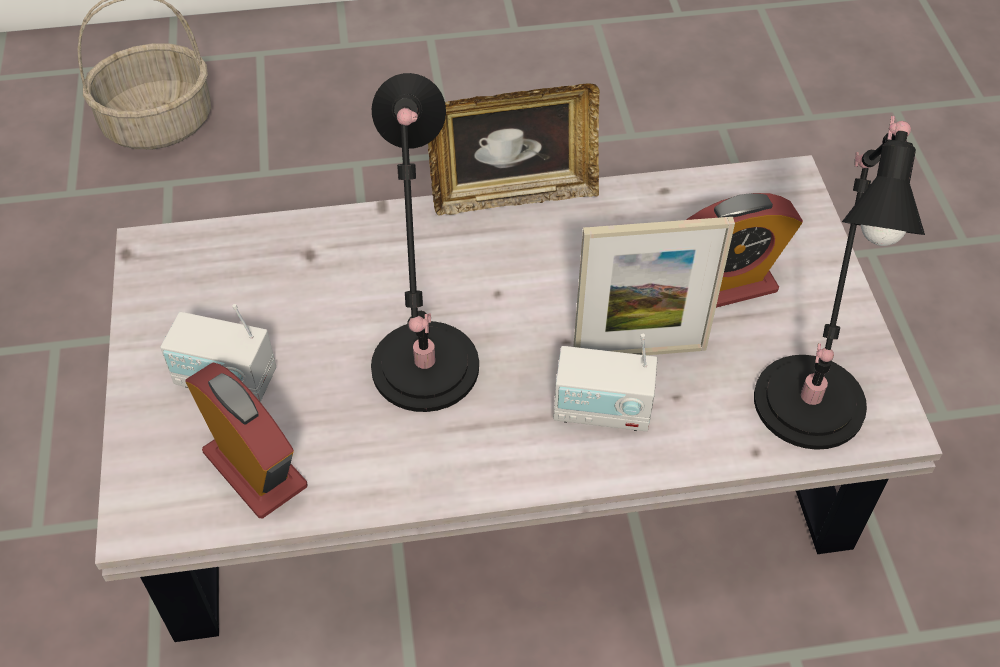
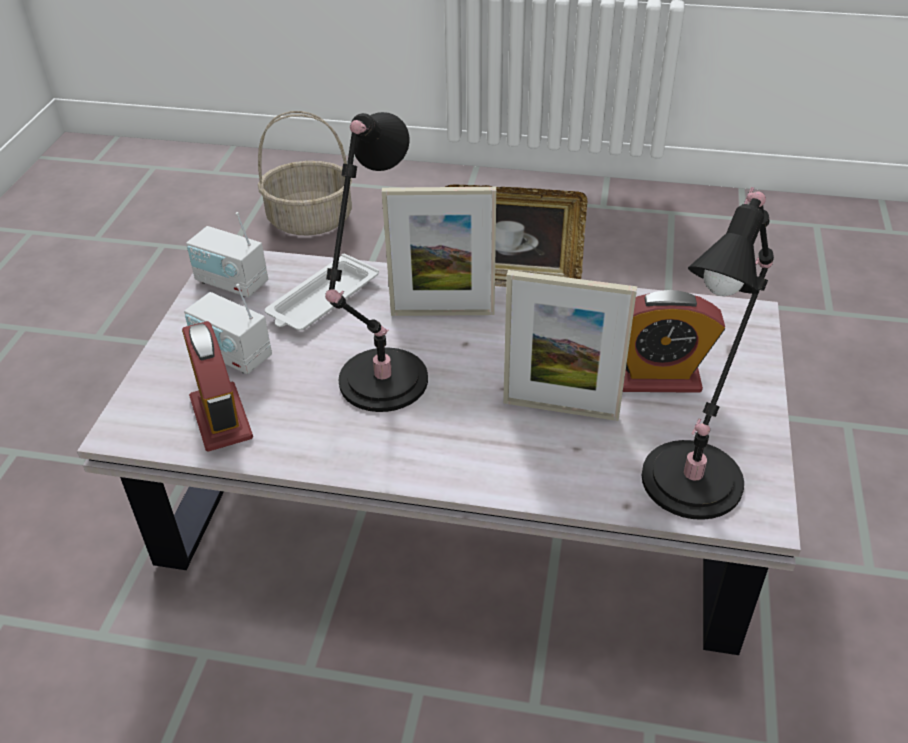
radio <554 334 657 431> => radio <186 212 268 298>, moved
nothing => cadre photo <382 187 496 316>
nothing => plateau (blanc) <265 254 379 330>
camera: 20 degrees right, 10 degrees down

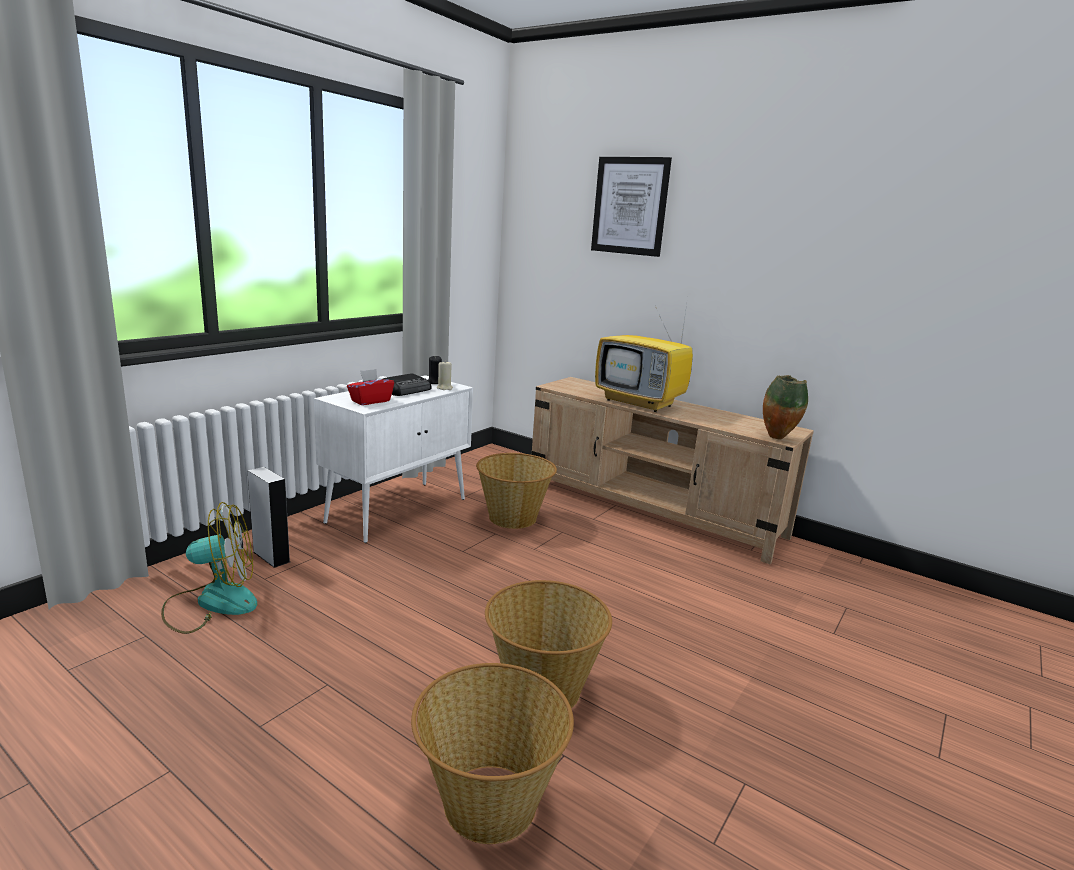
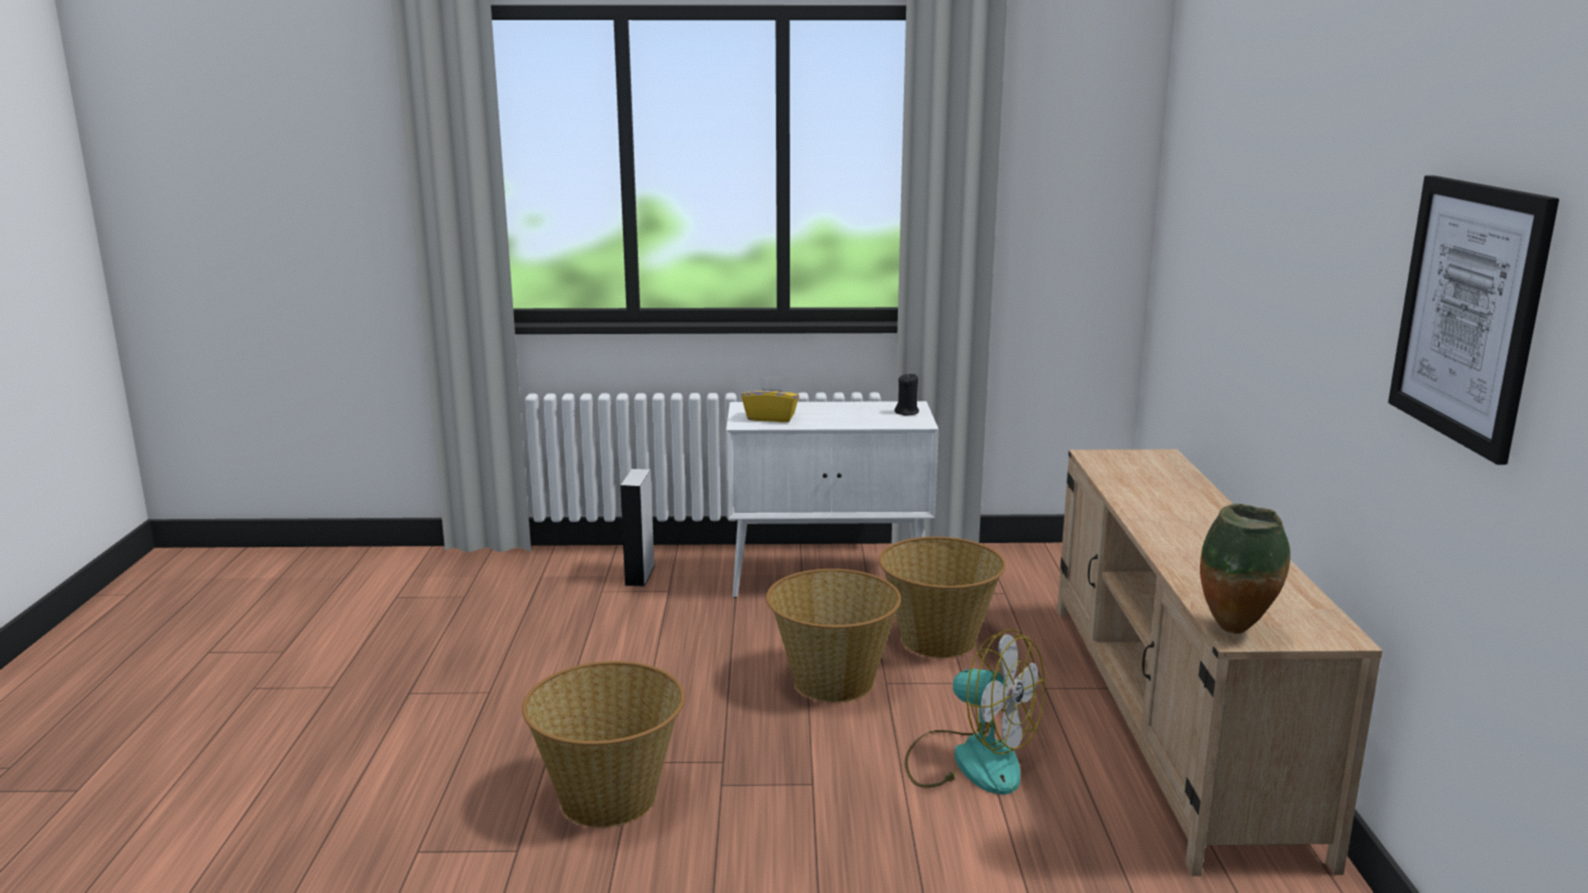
tableau <591 157 672 257> => tableau <1388 175 1559 465>, moved
téléviseur <595 304 693 412> => nothing
bougie (beige) <437 360 453 390> => nothing
boîte à mouchoirs (rouge) <347 369 394 405> => boîte à mouchoirs (jaune) <741 376 799 422>
radio <383 373 431 396> => nothing
ventilateur <161 502 257 634> => ventilateur <905 629 1045 795>, moved
panier <411 663 574 844> => panier <766 569 901 702>, moved
camera: 55 degrees right, 0 degrees up

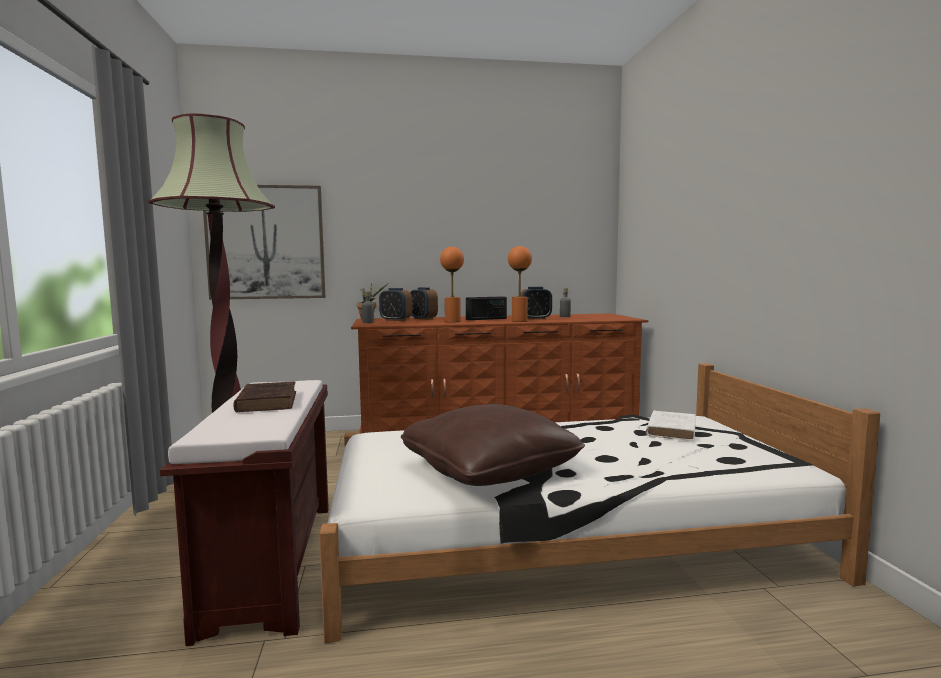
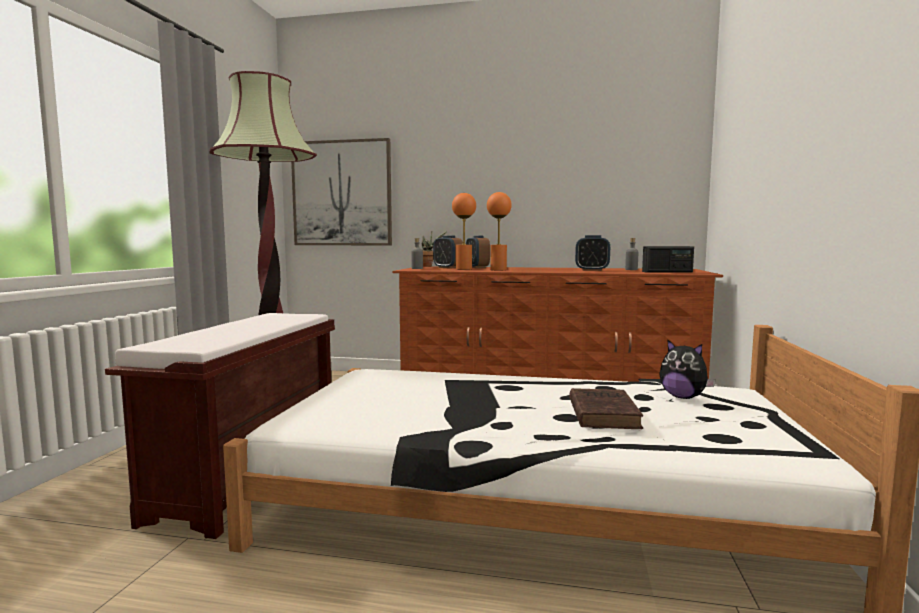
lampe de table (orange) <508 246 532 322> => lampe de table (orange) <452 193 476 270>, moved
radio <466 296 507 320> => radio <642 246 694 272>, moved
livre (marron) <234 381 296 412> => livre (marron) <570 388 643 429>, moved
coussin (marron) <401 404 585 486> => nothing
livre (blanc) <646 411 696 441> => peluche <659 340 716 399>
camera: 20 degrees right, 0 degrees up

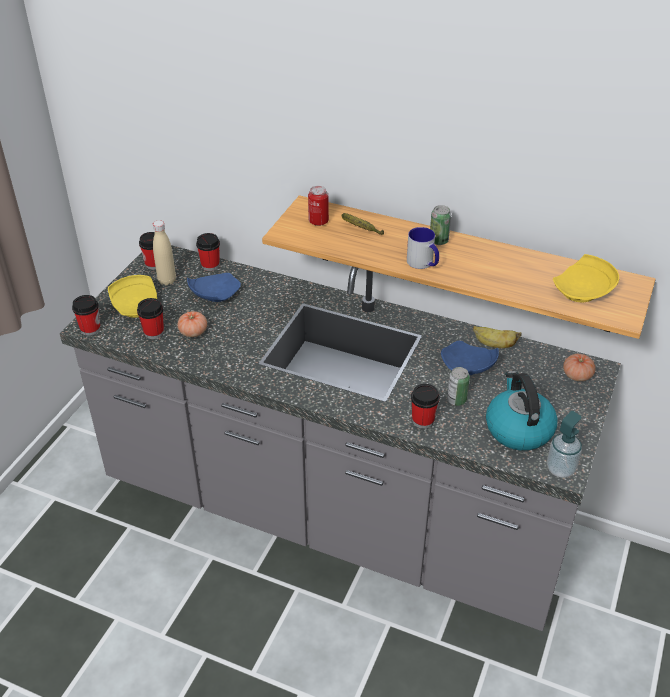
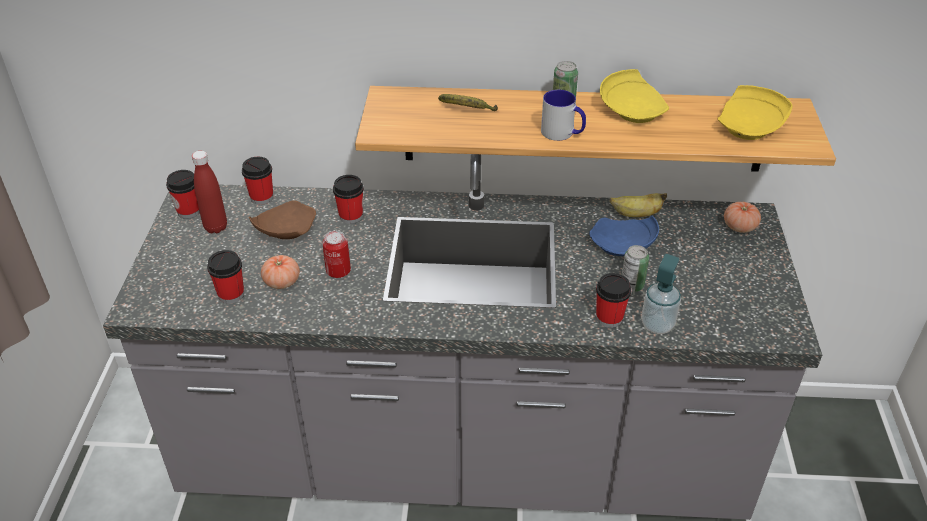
boîte métallique <308 186 329 226> => boîte métallique <322 231 351 278>, moved
bouteille (beige) <153 220 176 285> => bouteille (rouge) <192 151 227 233>
assiette (bleu) <187 273 241 302> => assiette (marron) <249 200 316 239>
assiette (jaune) <108 275 157 318> => assiette (jaune) <600 69 669 123>, moved
tasse <72 295 101 336> => tasse <333 175 364 224>, moved
bouilloire <486 371 558 451> => nothing
distributeur de savon <547 411 582 478> => distributeur de savon <641 254 681 334>, moved
camera: 20 degrees left, 0 degrees up

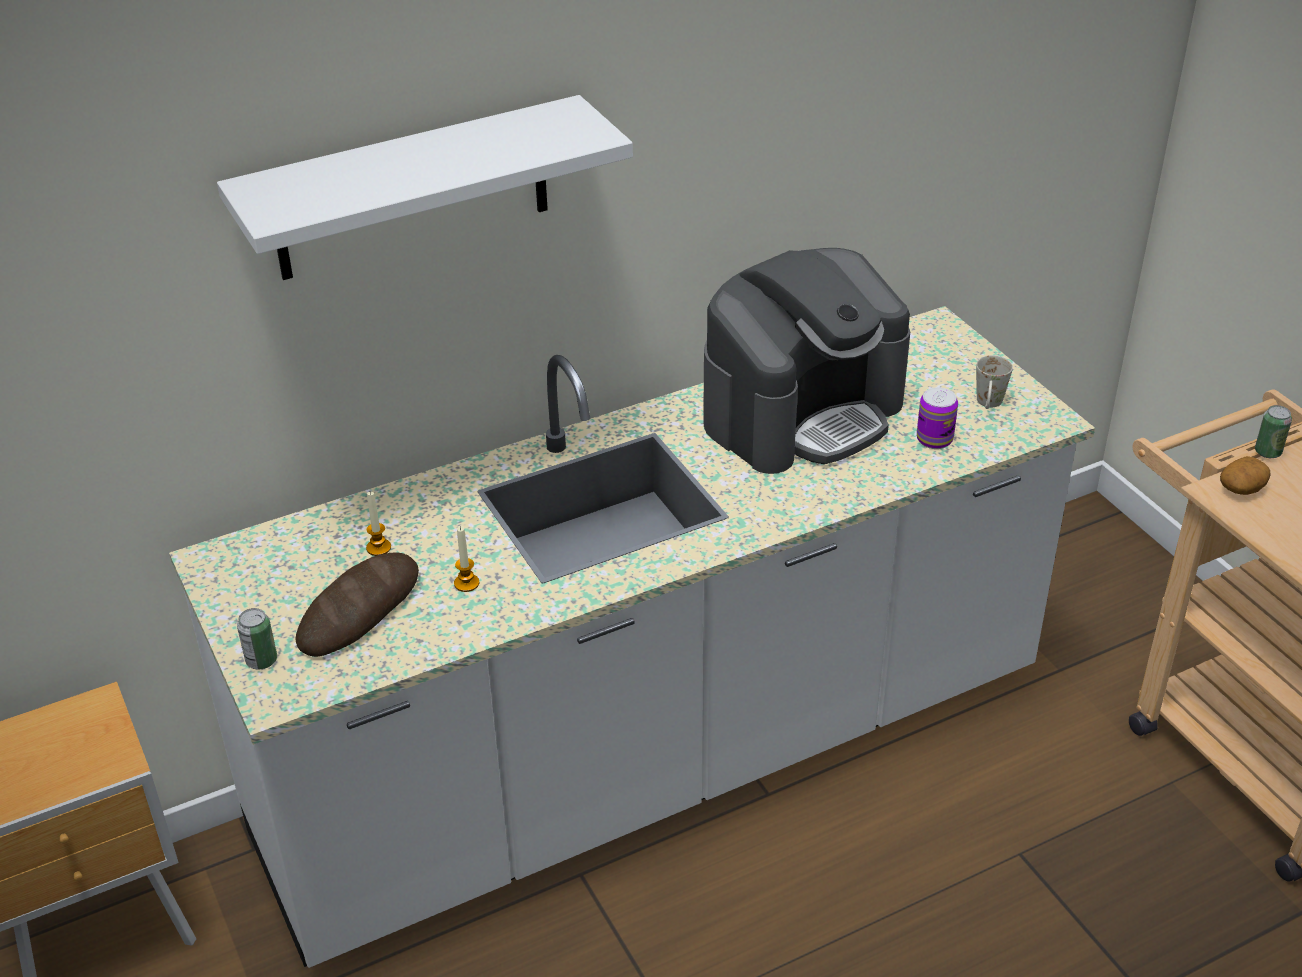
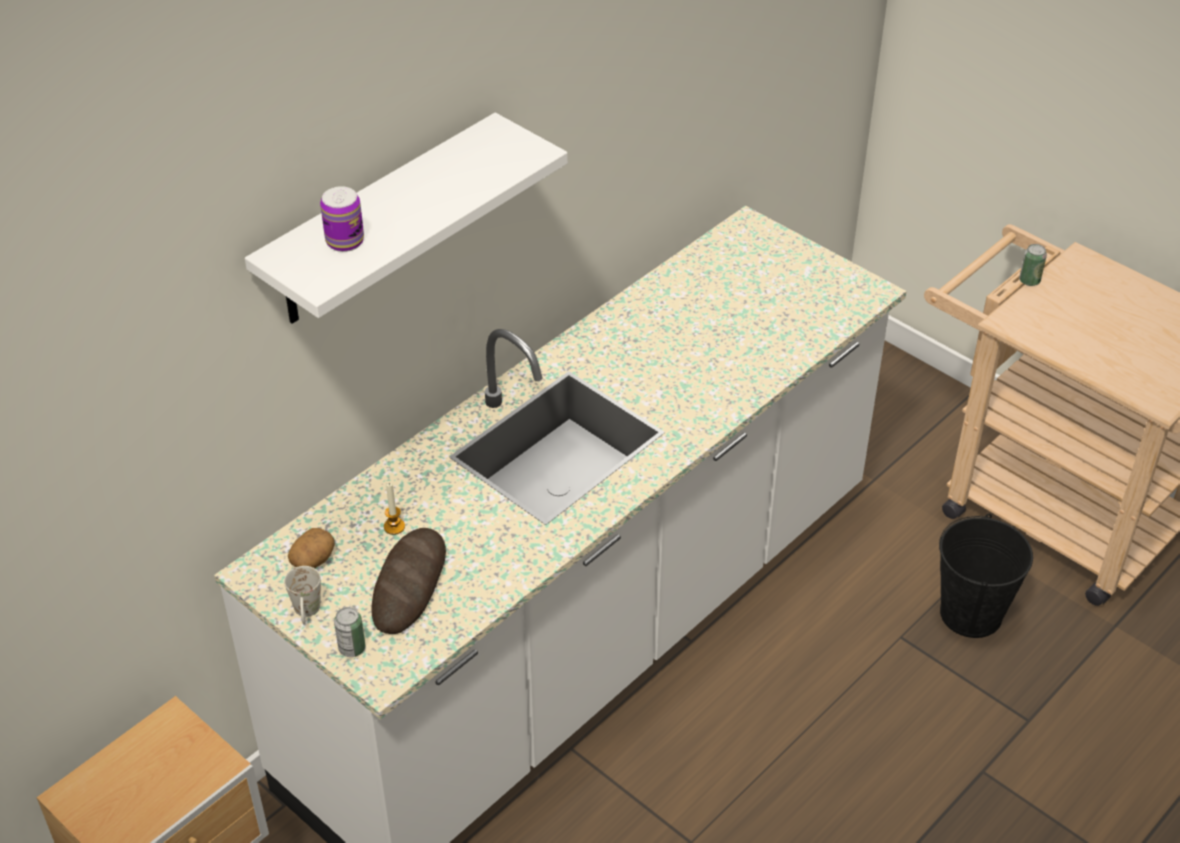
machine à café <703 248 910 474> => nothing
mug (blanc) <976 355 1013 409> => mug (blanc) <284 566 321 624>, moved
boîte métallique <917 387 958 449> => boîte métallique <320 186 364 252>, moved
pomme de terre <1220 456 1271 495> => pomme de terre <288 528 335 568>, moved
bougie <454 526 479 592> => nothing
nothing => seau (noir) <939 514 1033 638>
camera: 20 degrees left, 5 degrees up

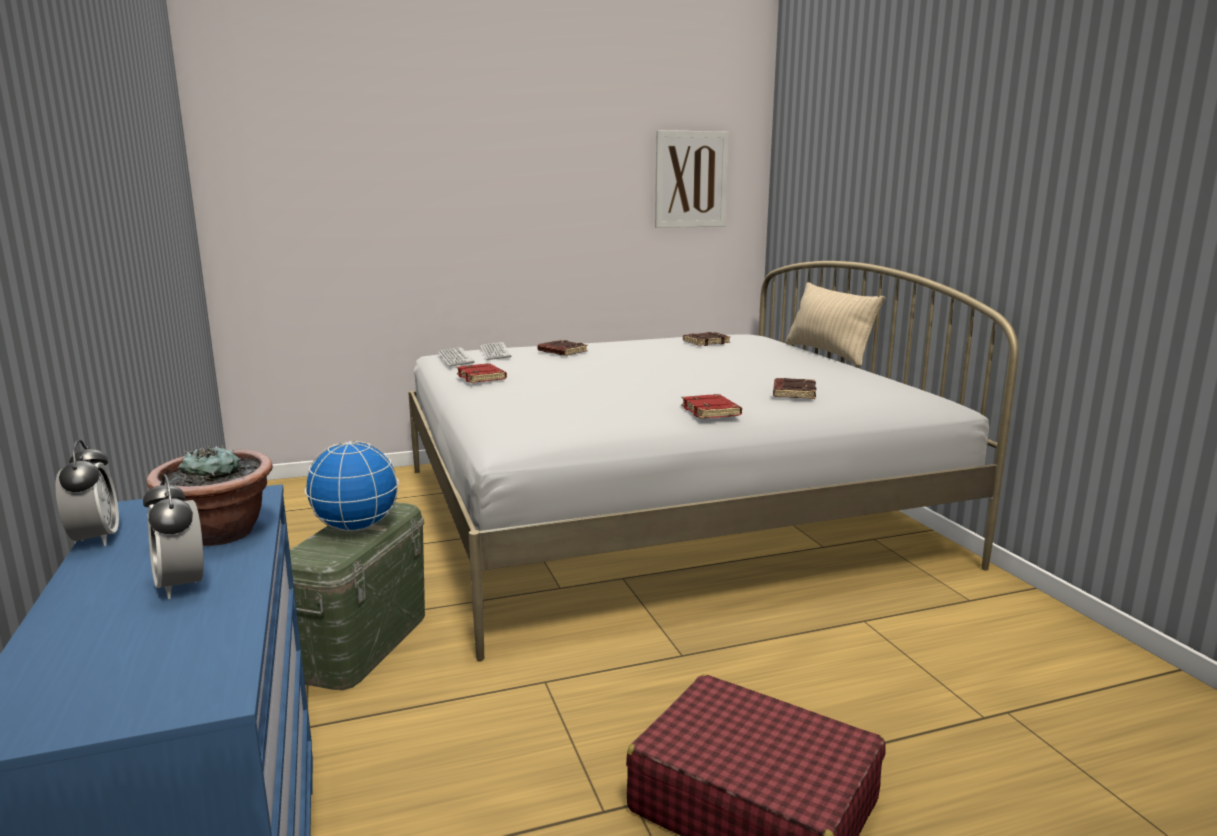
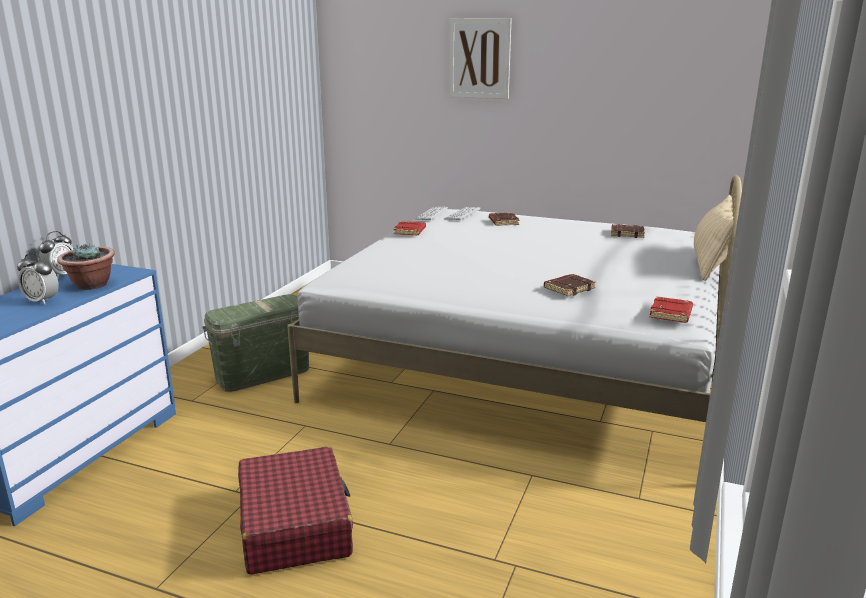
tableau <655 130 729 228> => tableau <449 18 512 99>, moved
livre (rouge) <681 394 742 419> => livre (rouge) <650 296 693 323>, moved
globe <305 441 399 531> => nothing
réveil <143 474 204 599> => réveil <17 253 59 304>, 75 degrees counterclockwise
camera: 40 degrees right, 5 degrees up

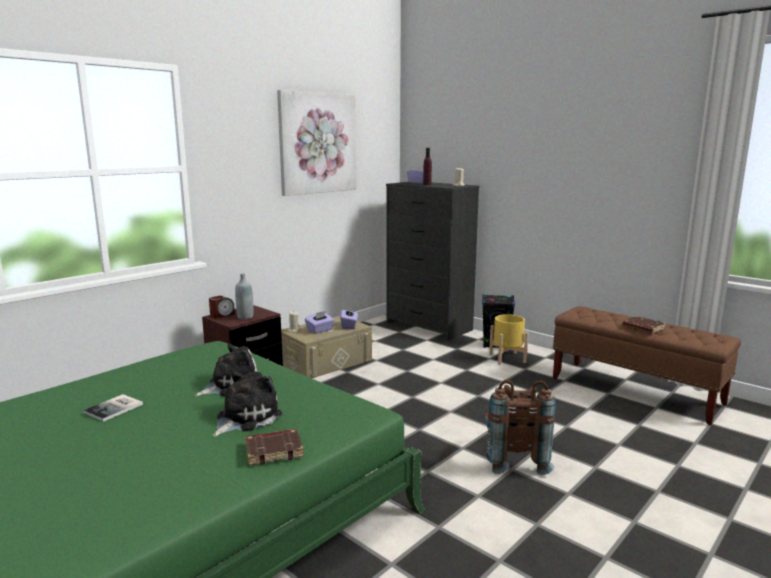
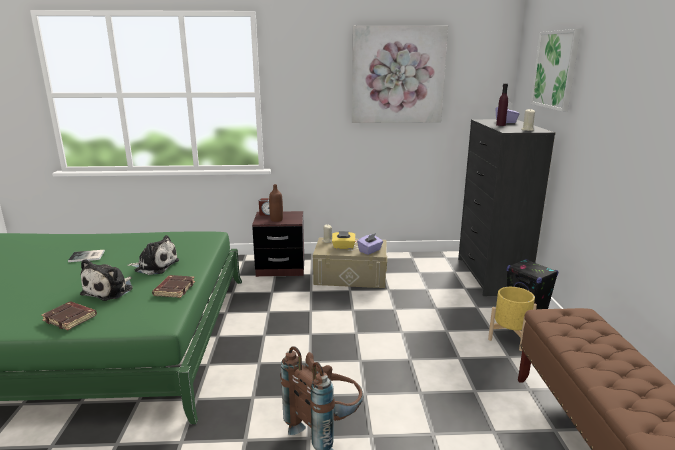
bouteille (gris) <235 273 254 319> => bouteille (marron) <269 184 283 222>
boîte à mouchoirs (violet) <305 311 335 334> => boîte à mouchoirs (jaune) <332 231 356 249>
livre (marron) <623 316 666 333> => livre (marron) <152 275 195 298>, moved
peluche <213 371 282 437> => peluche <80 259 133 301>, 120 degrees clockwise
nothing => tableau <530 29 581 112>
camera: 45 degrees right, 5 degrees up

